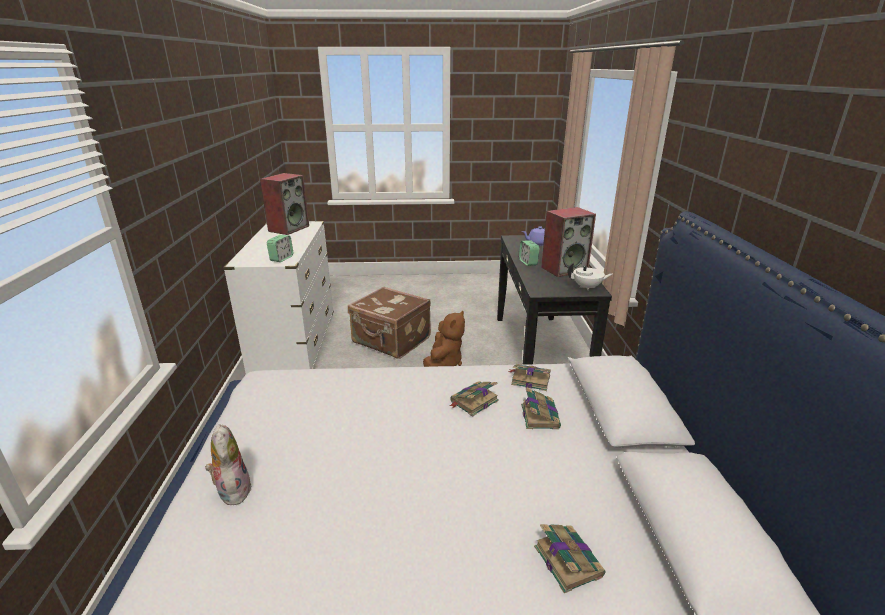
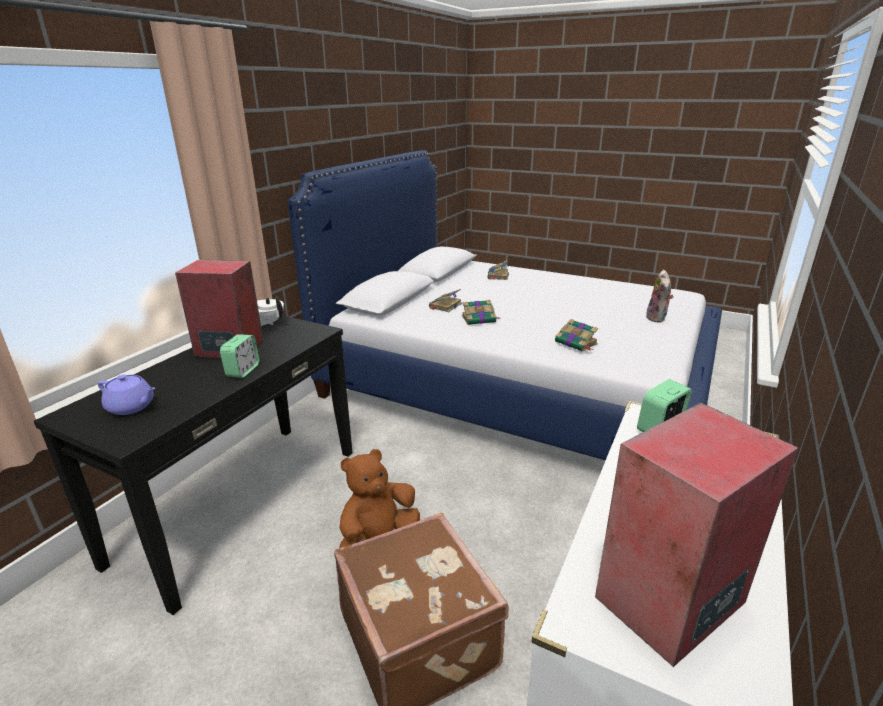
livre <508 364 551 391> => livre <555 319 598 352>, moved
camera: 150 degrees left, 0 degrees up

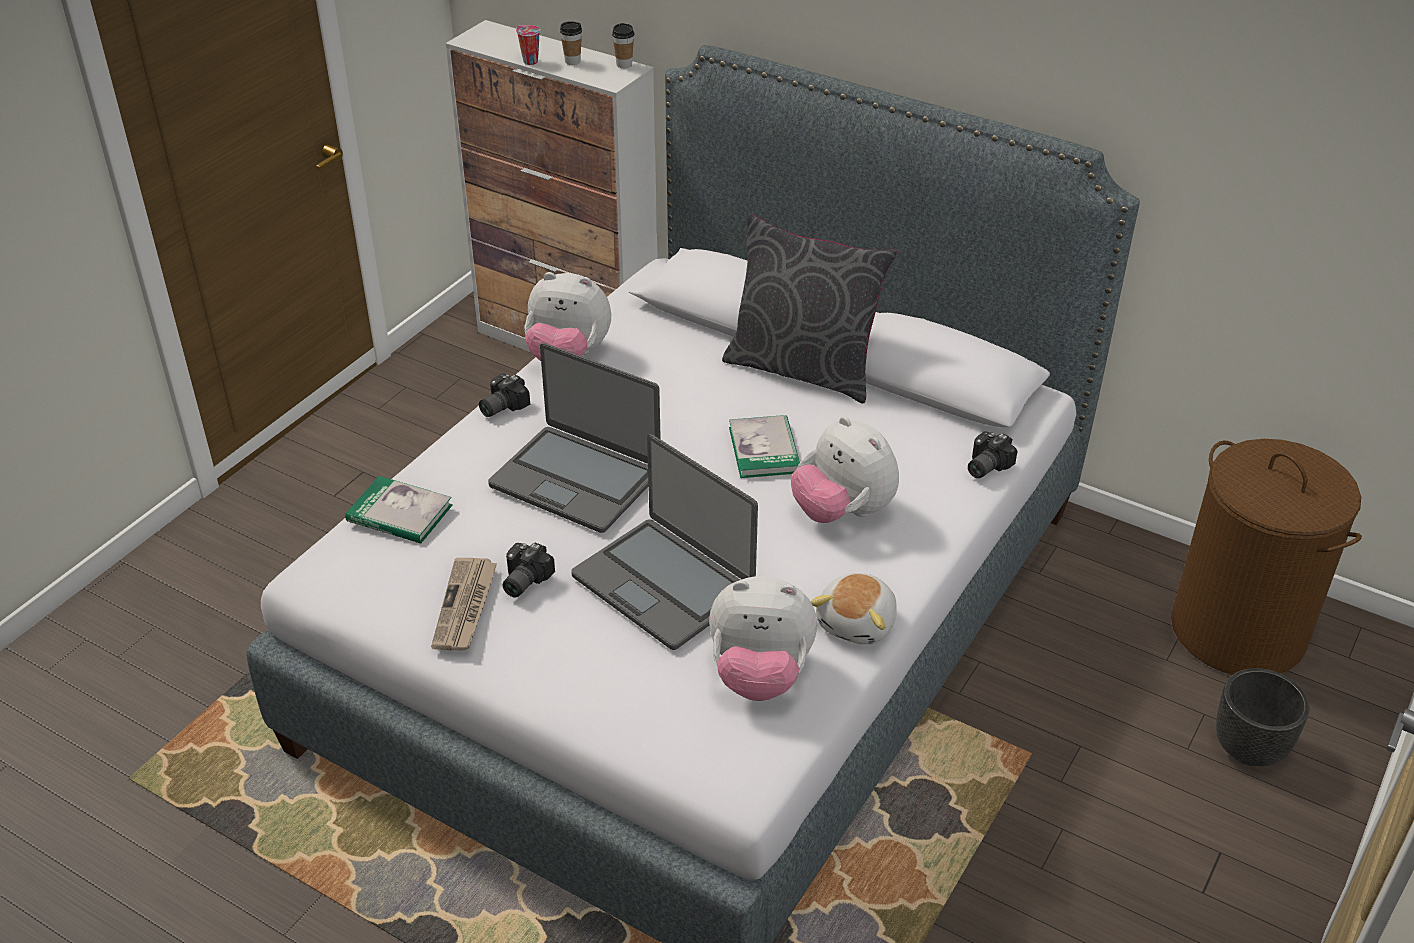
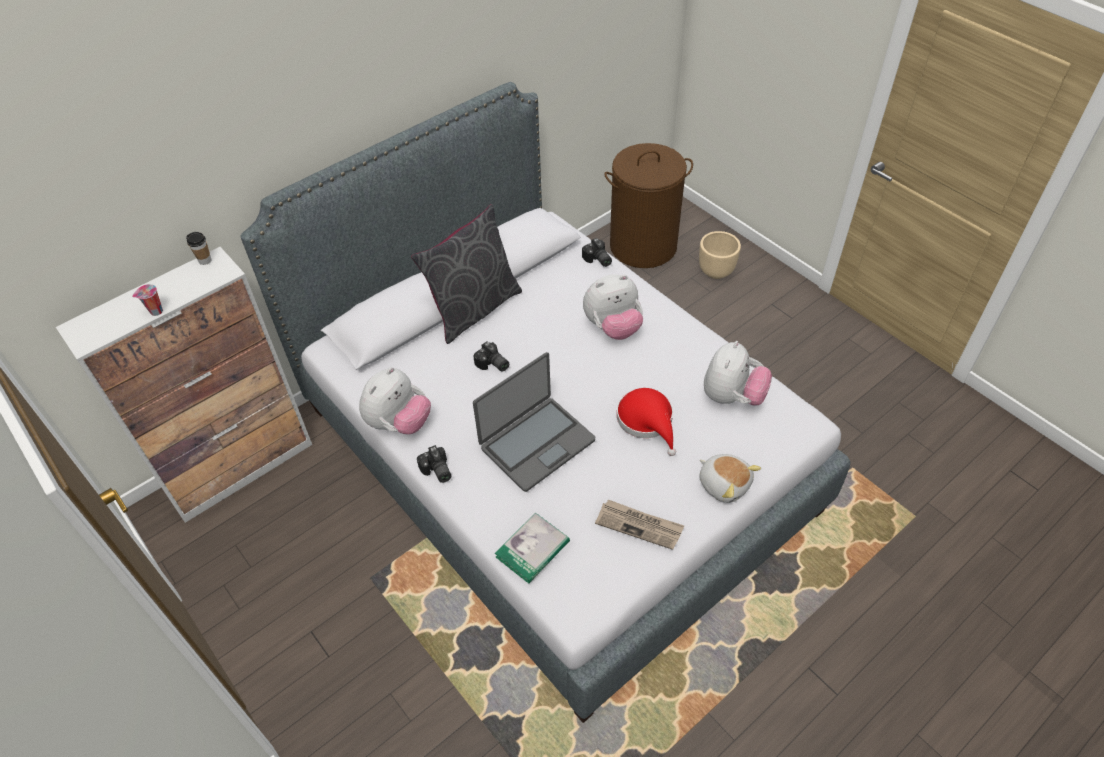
tasse <560 21 582 65> => nothing
livre <729 415 800 478> => nothing
ordinateur portable <571 434 758 650> => chapeau (rouge) <617 388 676 456>
appareil photo <502 543 555 598> => appareil photo <473 341 509 372>, moved
peluche <810 573 897 645> => peluche <699 454 761 503>, moved
cache-pot (noir) <1216 668 1310 766> => cache-pot (beige) <699 231 741 279>
camera: 70 degrees left, 10 degrees up

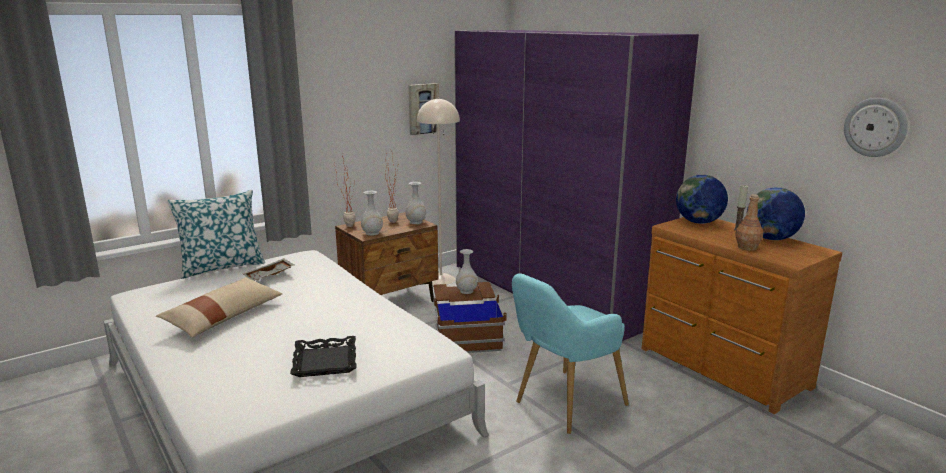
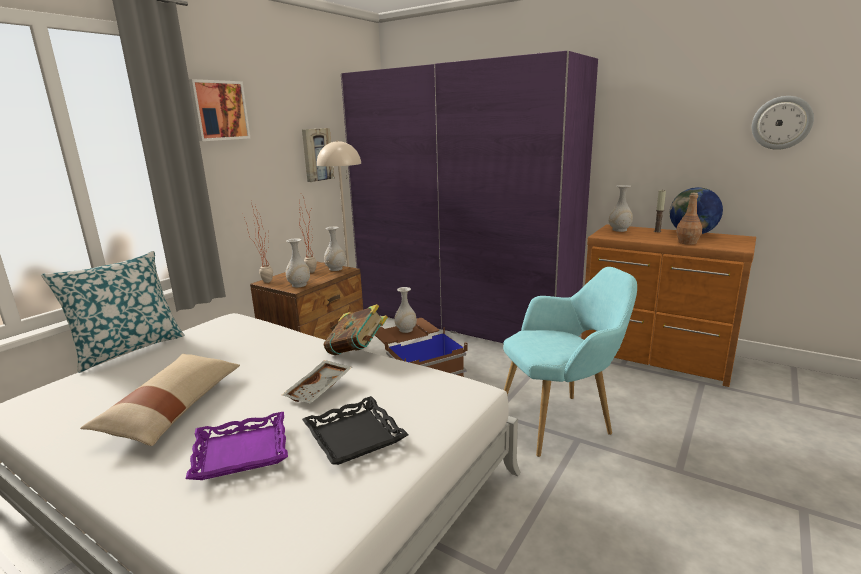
globe <676 175 728 224> => vase (blanc) <609 185 633 232>
plateau (gris) <243 258 294 281> => plateau (gris) <282 360 352 404>, moved
fauteuil (turquoise) <512 273 629 434> => fauteuil (turquoise) <503 267 637 457>, 135 degrees counterclockwise
nothing => tableau <189 79 250 141>
nothing => livre <324 304 388 355>
nothing => plateau (violet) <186 412 288 480>
camera: 20 degrees left, 0 degrees up

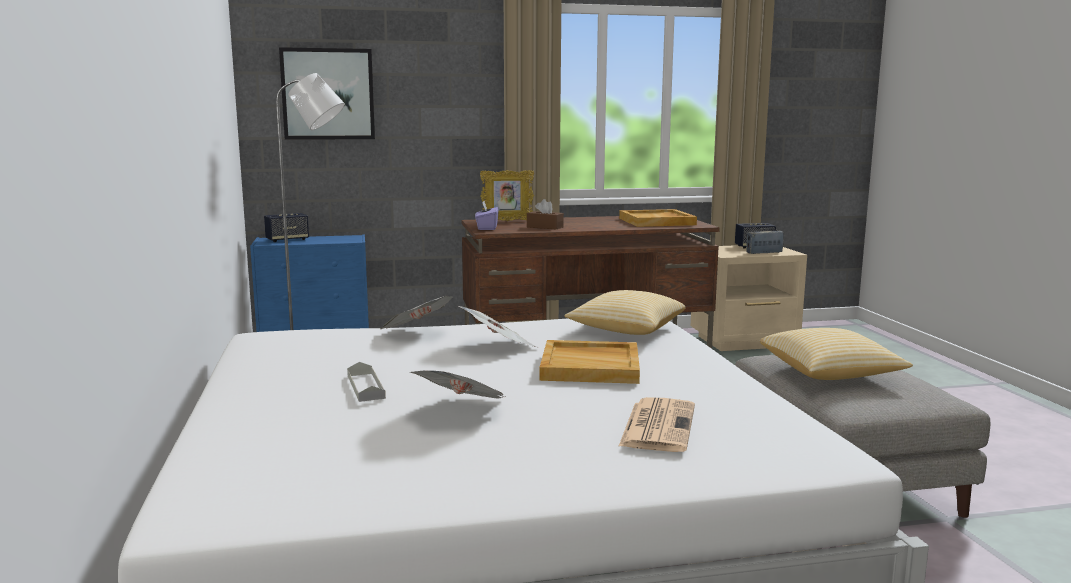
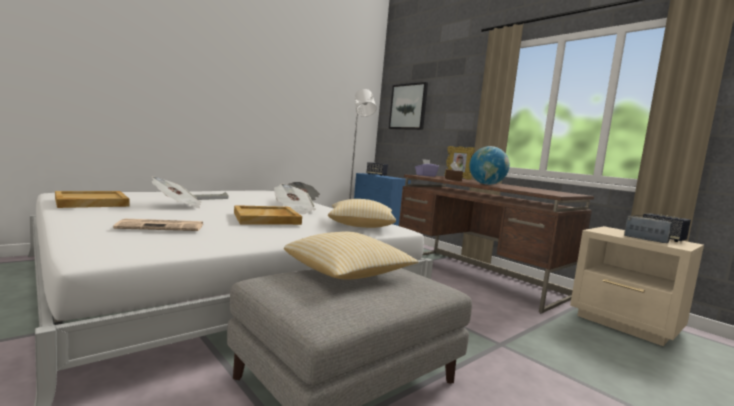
plateau (beige) <619 209 697 227> => plateau (beige) <55 191 130 208>, moved
nothing => globe <469 146 510 185>
camera: 60 degrees right, 5 degrees down

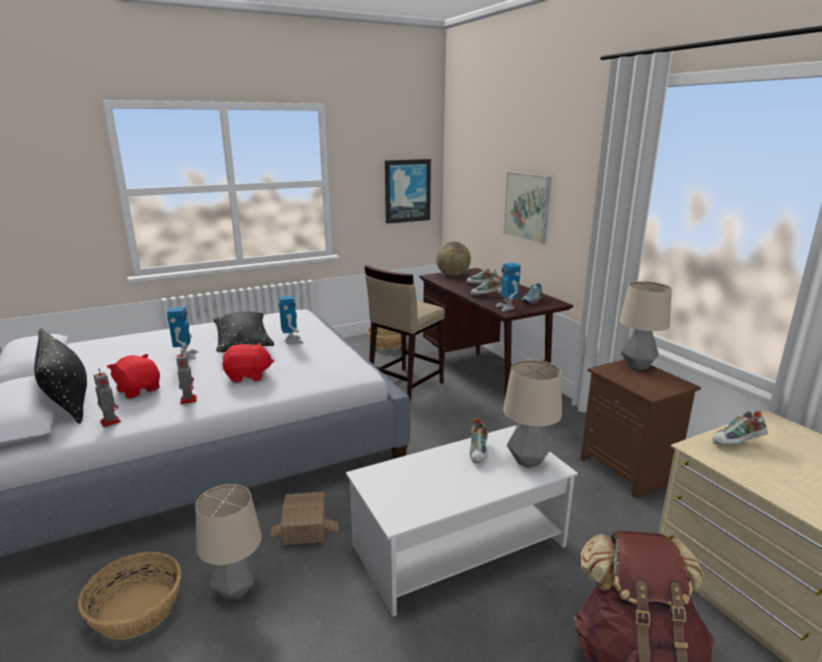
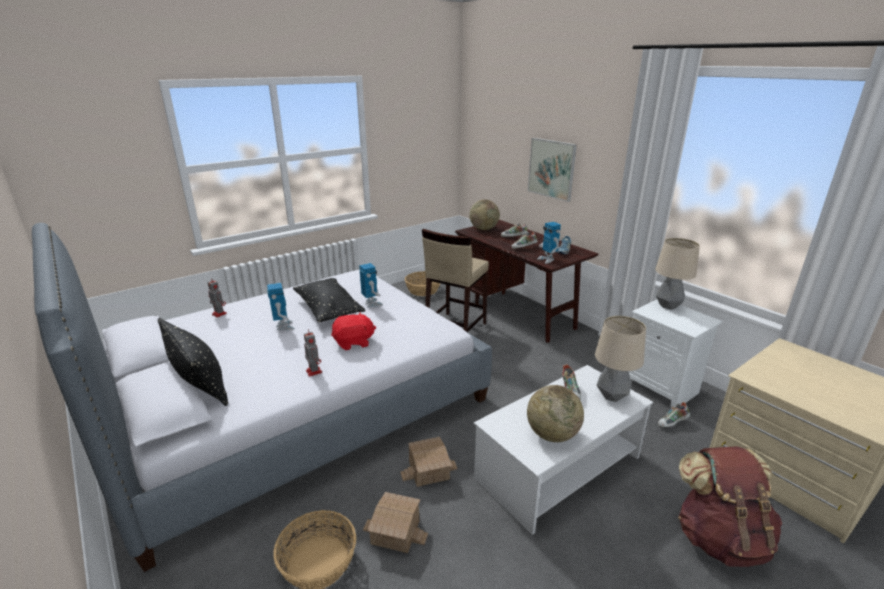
tableau <385 159 431 224> => nothing
peluche (rouge) <107 354 160 399> => nothing
table de chevet (marron) <581 359 701 498> => table de chevet (blanc) <628 300 722 409>
robot jouet <94 369 121 427> => robot jouet <208 277 227 318>, moved
chaussure <712 411 768 444> => chaussure <658 402 690 427>, moved
lampe de table <195 484 262 600> => maison miniature <363 492 428 553>
nothing => globe <527 385 584 442>
camera: 10 degrees left, 5 degrees up

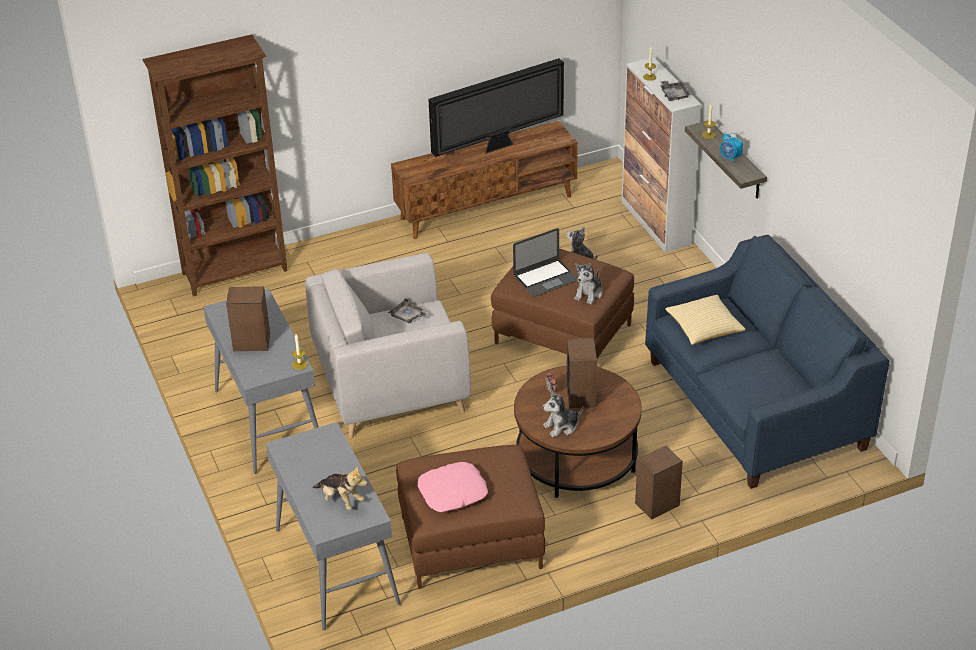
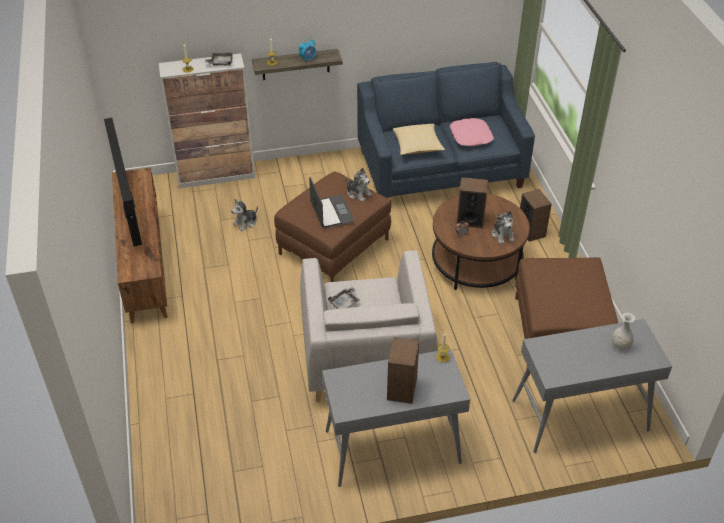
bibliothèque (marron) <142 35 288 296> => nothing
coussin (rose) <418 462 488 512> => coussin (rose) <450 118 494 146>, moved
peluche <312 465 368 510> => vase (blanc) <612 313 635 350>
camera: 80 degrees left, 5 degrees up

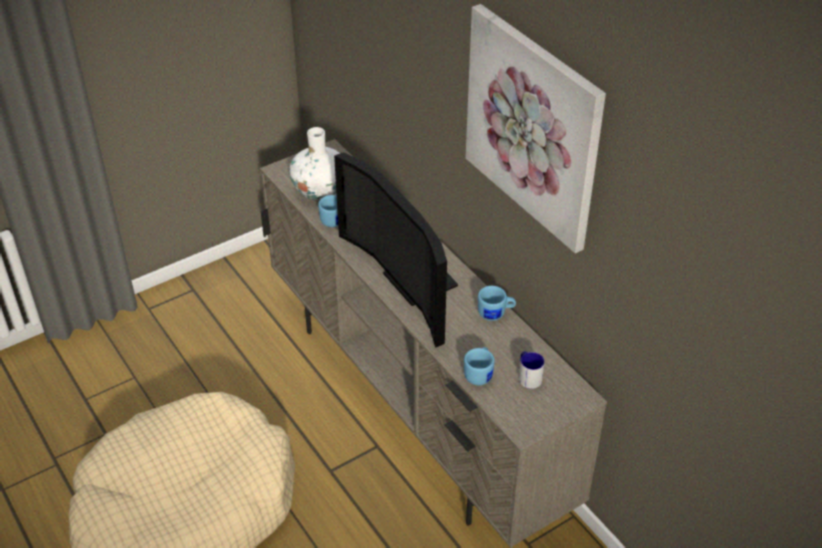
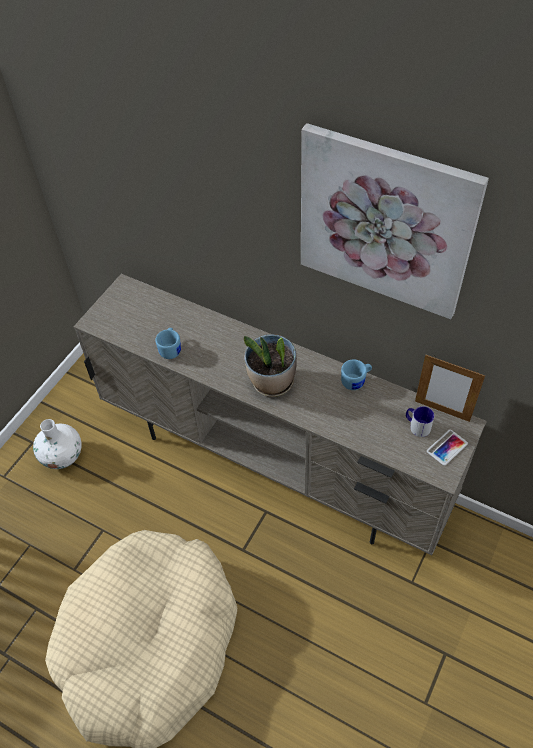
vase (blanc) <289 127 340 201> => vase (blanc) <33 419 82 469>, moved
téléviseur <334 152 458 348> => plante en pot <244 334 297 397>
mug (bleu) <464 347 495 385> => nothing
nothing => cadre photo <415 355 485 422>
nothing => téléphone <427 429 468 466>
camera: 25 degrees left, 10 degrees up

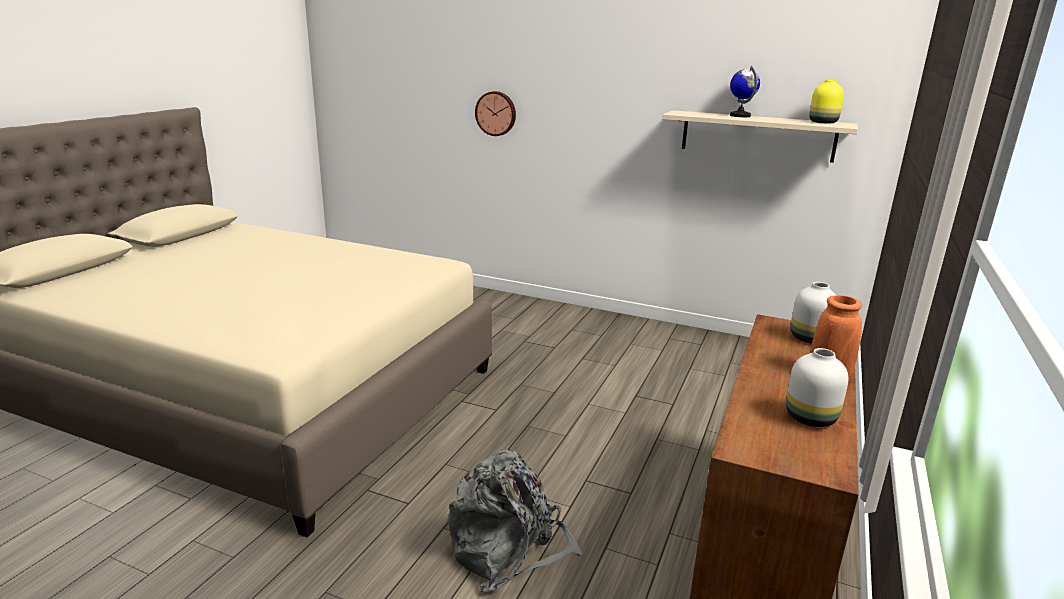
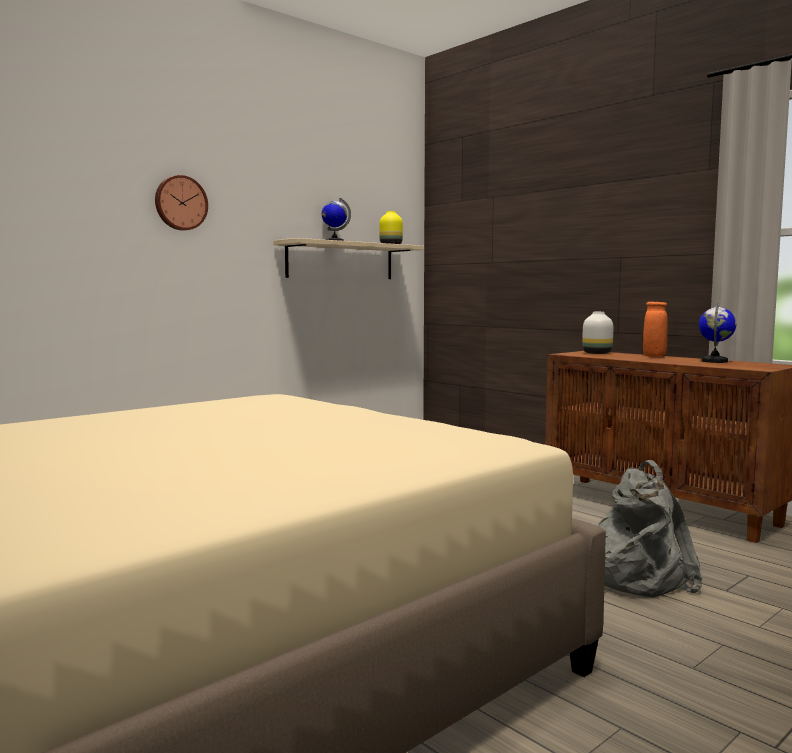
horloge murale <475 91 516 136> => horloge murale <155 175 208 231>, moved
vase (blanc) <786 348 848 427> => globe <699 303 736 363>
camera: 65 degrees left, 15 degrees down

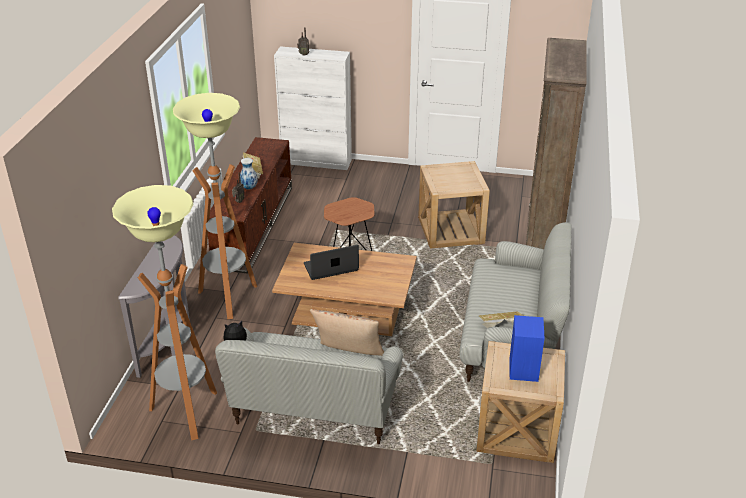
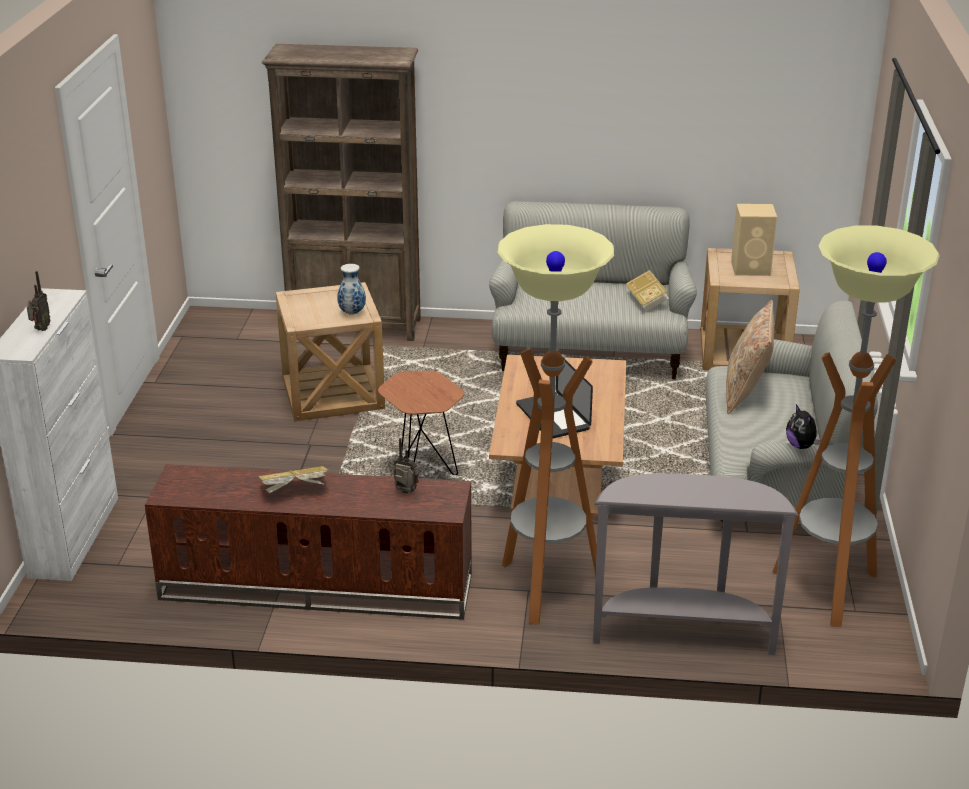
vase <240 158 258 190> => vase <337 264 366 315>, moved
enceinte (bleu) <510 315 545 382> => enceinte (beige) <731 204 777 276>
camera: 95 degrees left, 5 degrees down

